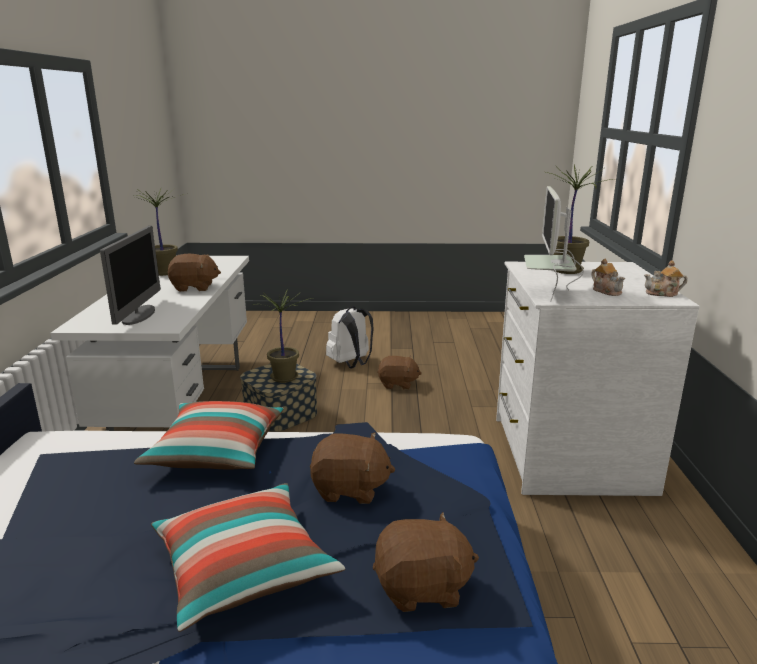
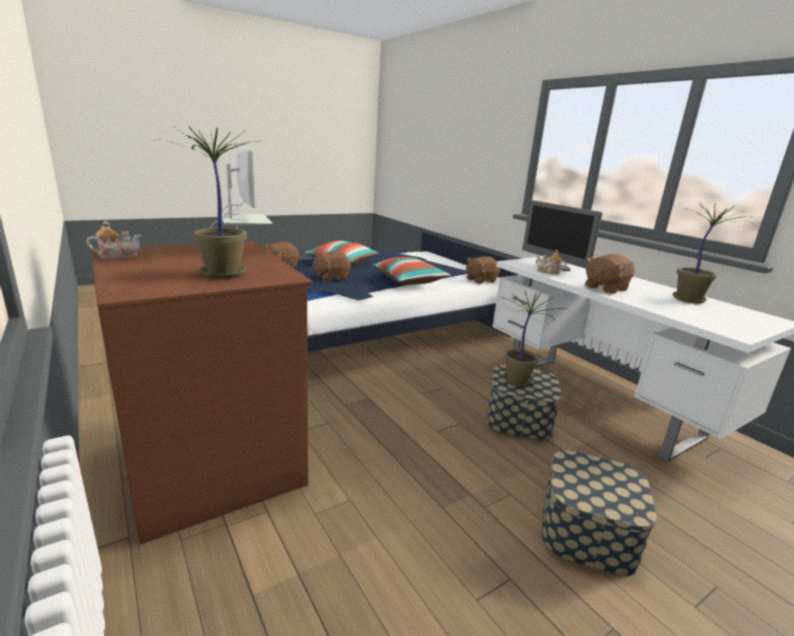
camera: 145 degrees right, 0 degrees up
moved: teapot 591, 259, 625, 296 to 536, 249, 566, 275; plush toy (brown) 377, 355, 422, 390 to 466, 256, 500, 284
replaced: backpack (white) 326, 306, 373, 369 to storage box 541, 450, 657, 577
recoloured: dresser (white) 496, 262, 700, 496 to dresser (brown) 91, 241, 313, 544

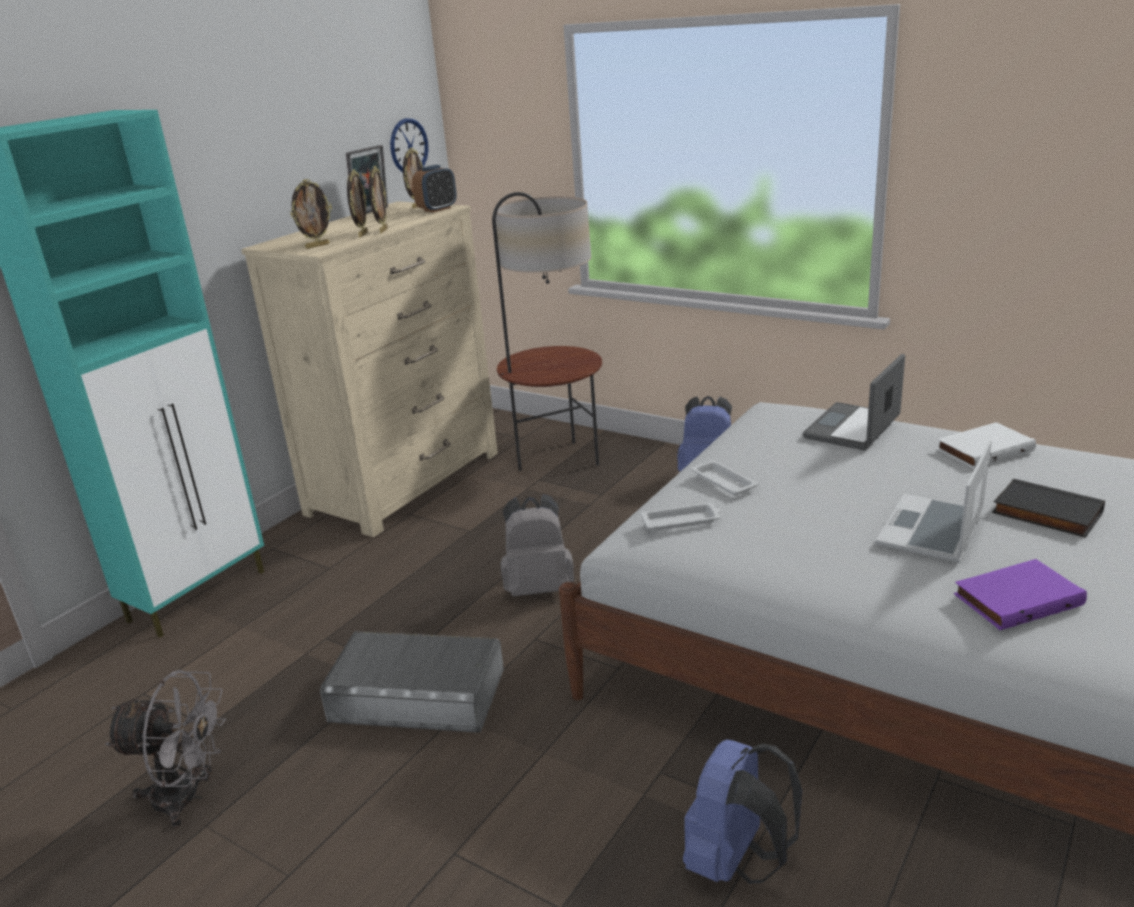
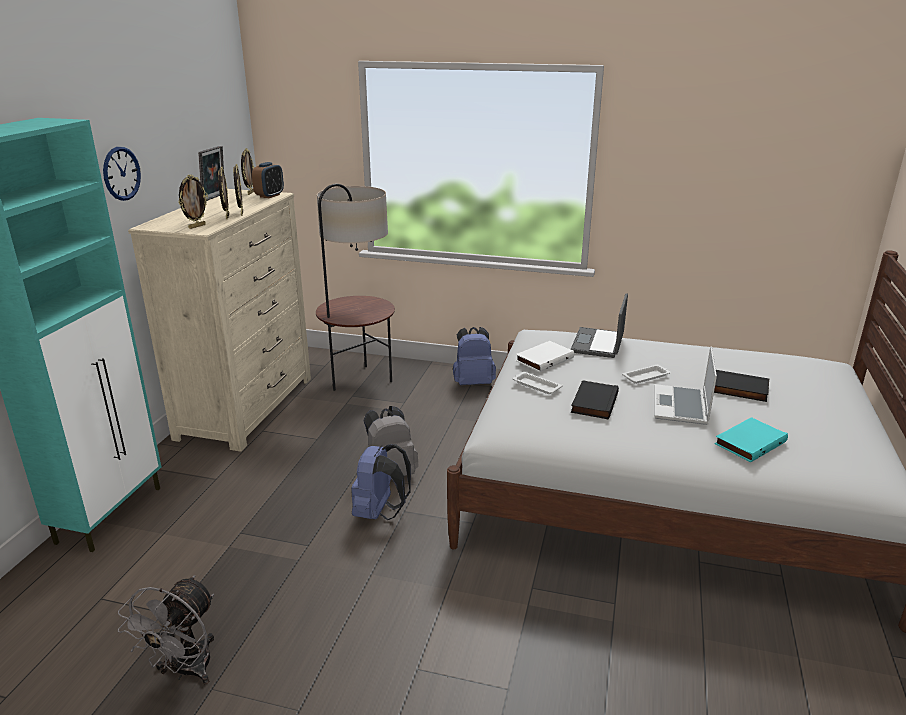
camera: 20 degrees left, 0 degrees up
removed: storage box (grey) 320, 631, 504, 733
added: book (black) 571, 380, 619, 419
moved: wall clock 390, 118, 428, 172 to 103, 147, 141, 201; book (white) 936, 422, 1036, 469 to 516, 341, 574, 372; tray (white) 640, 503, 721, 531 to 622, 365, 671, 384; backpack (blue) 683, 739, 802, 884 to 351, 444, 411, 520
recoloured: book (purple) 954, 559, 1087, 630 to book (turquoise) 714, 417, 788, 463
turned: fan (grey) 105, 670, 226, 828 = 118, 575, 214, 684 120 degrees clockwise

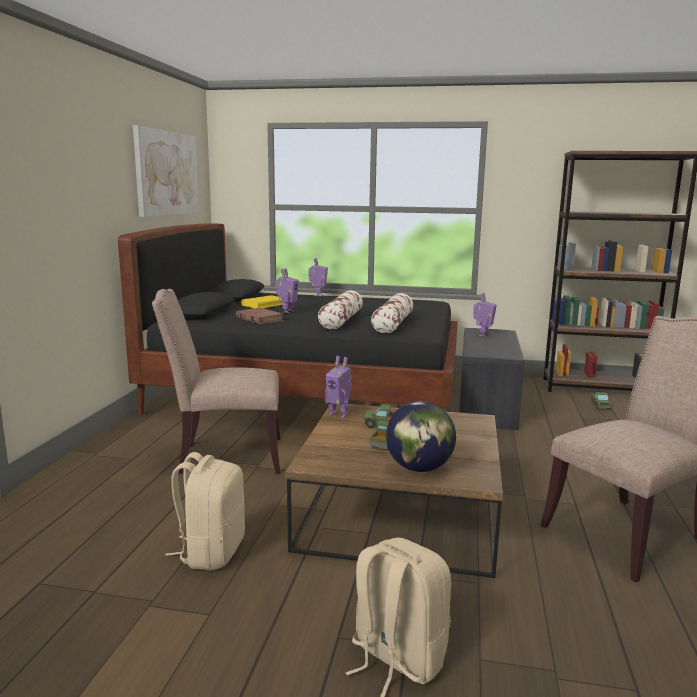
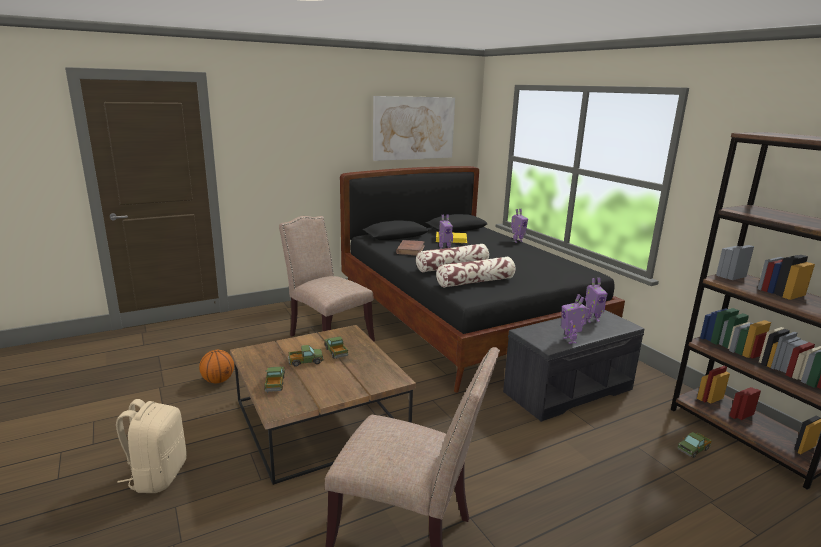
camera: 50 degrees right, 5 degrees up
moved: toy robot 325, 356, 352, 418 to 561, 294, 589, 344
replaced: globe 386, 401, 456, 472 to toy truck 264, 367, 285, 393; backpack (beige) 165, 452, 245, 570 to basketball 199, 350, 234, 384

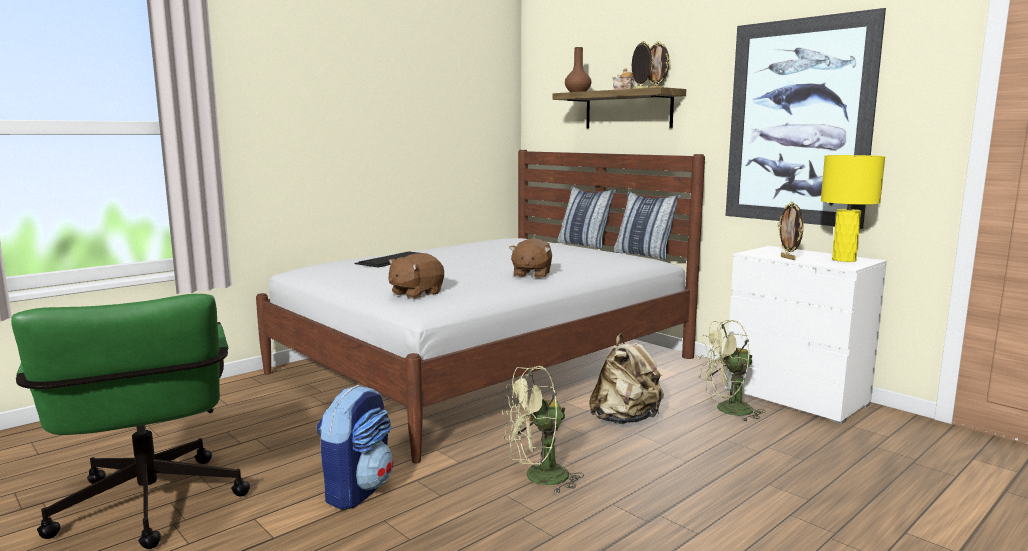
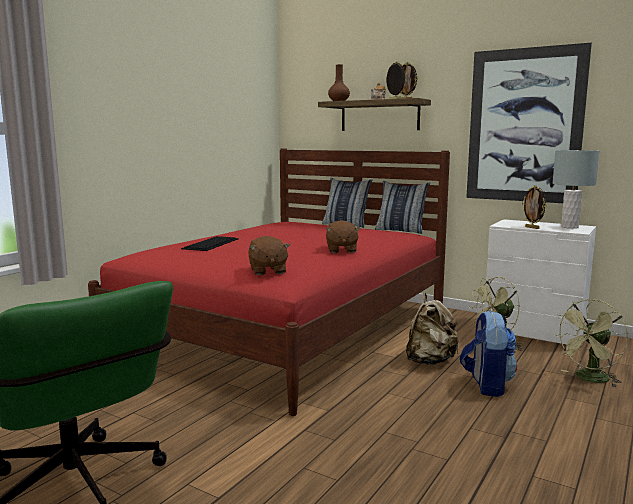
camera: 15 degrees left, 0 degrees up
moved: fan (green) 502, 366, 584, 494 to 553, 299, 628, 387; backpack 316, 385, 393, 510 to 460, 311, 517, 397
recoloured: bed (white) 256, 150, 705, 464 to bed (red) 88, 148, 450, 416; table lamp (yellow) 821, 155, 885, 262 to table lamp (grey) 552, 150, 599, 229
turned: plush toy (brown) 388, 253, 444, 299 = 248, 236, 290, 275 45 degrees counterclockwise

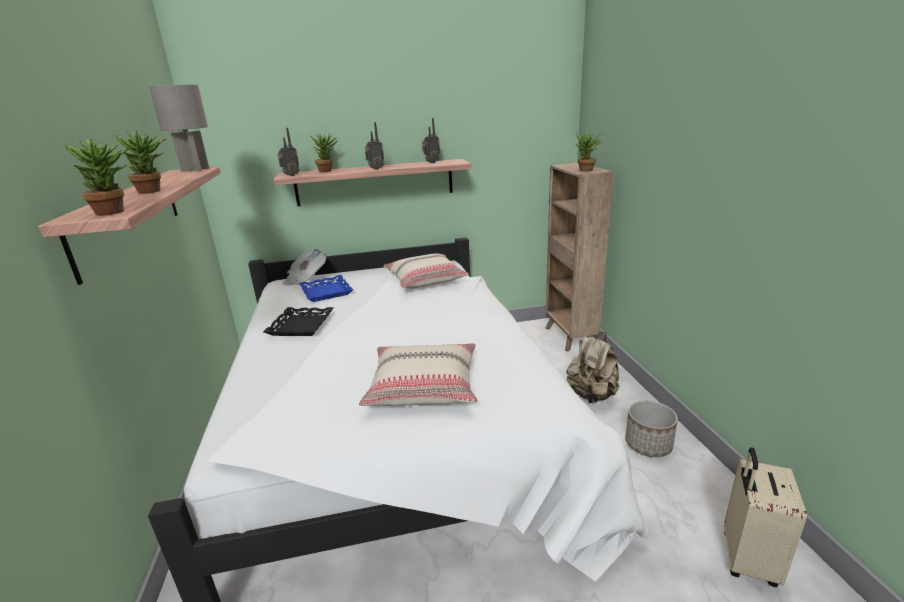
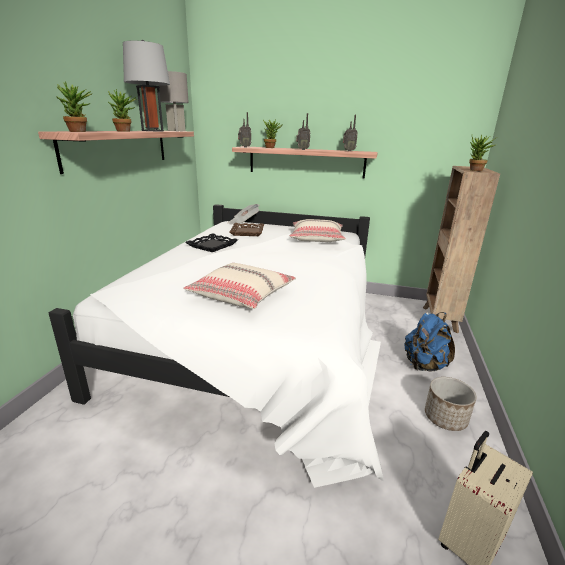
camera: 25 degrees right, 0 degrees up
added: table lamp (grey) 123, 40, 170, 132
recoloured: tray (blue) 299, 275, 353, 302 to tray (brown) 229, 223, 264, 236; backpack (beige) 566, 332, 619, 403 to backpack (blue) 404, 312, 455, 372

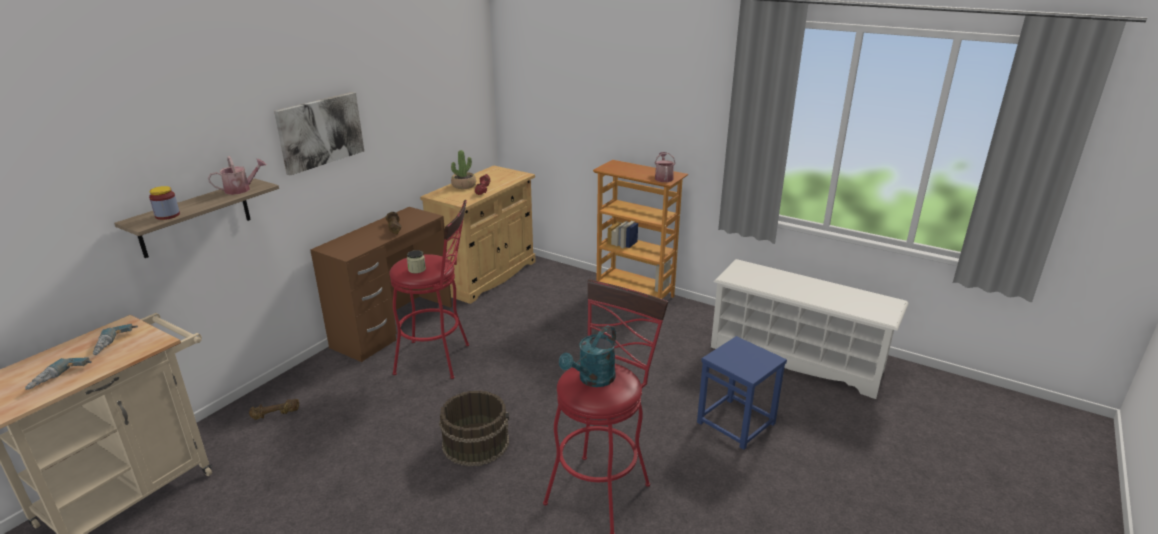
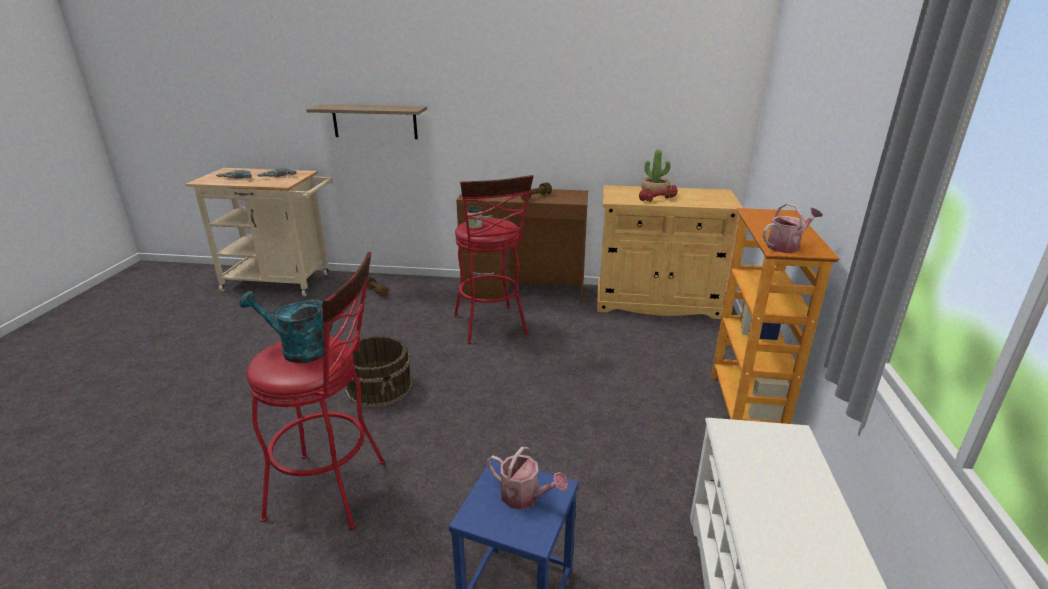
camera: 65 degrees right, 0 degrees up
removed: picture 274, 92, 364, 175; jar 149, 186, 180, 220
moved: watering can 208, 156, 267, 195 to 487, 447, 568, 509

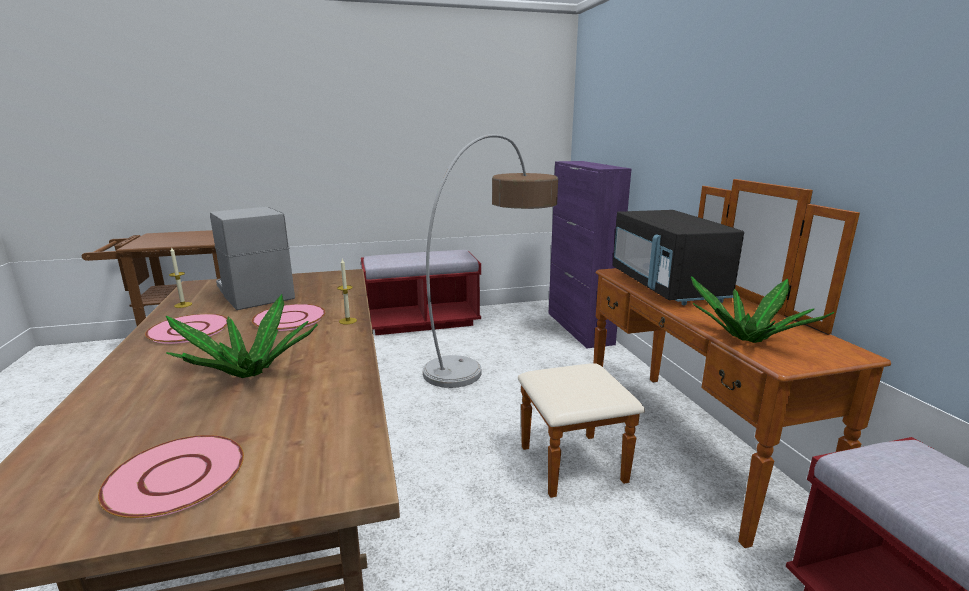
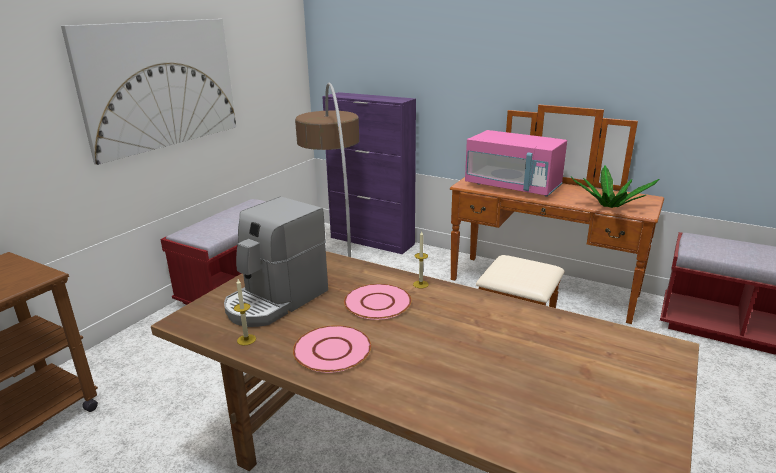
camera: 45 degrees left, 5 degrees up
removed: potted plant 166, 294, 317, 378; plate (pink) 98, 435, 244, 519
added: picture 61, 19, 236, 165
recoloured: microwave (black) 613, 210, 744, 305 to microwave (pink) 465, 130, 567, 197
turned: coffee machine 210, 207, 295, 310 = 224, 197, 328, 327 60 degrees counterclockwise

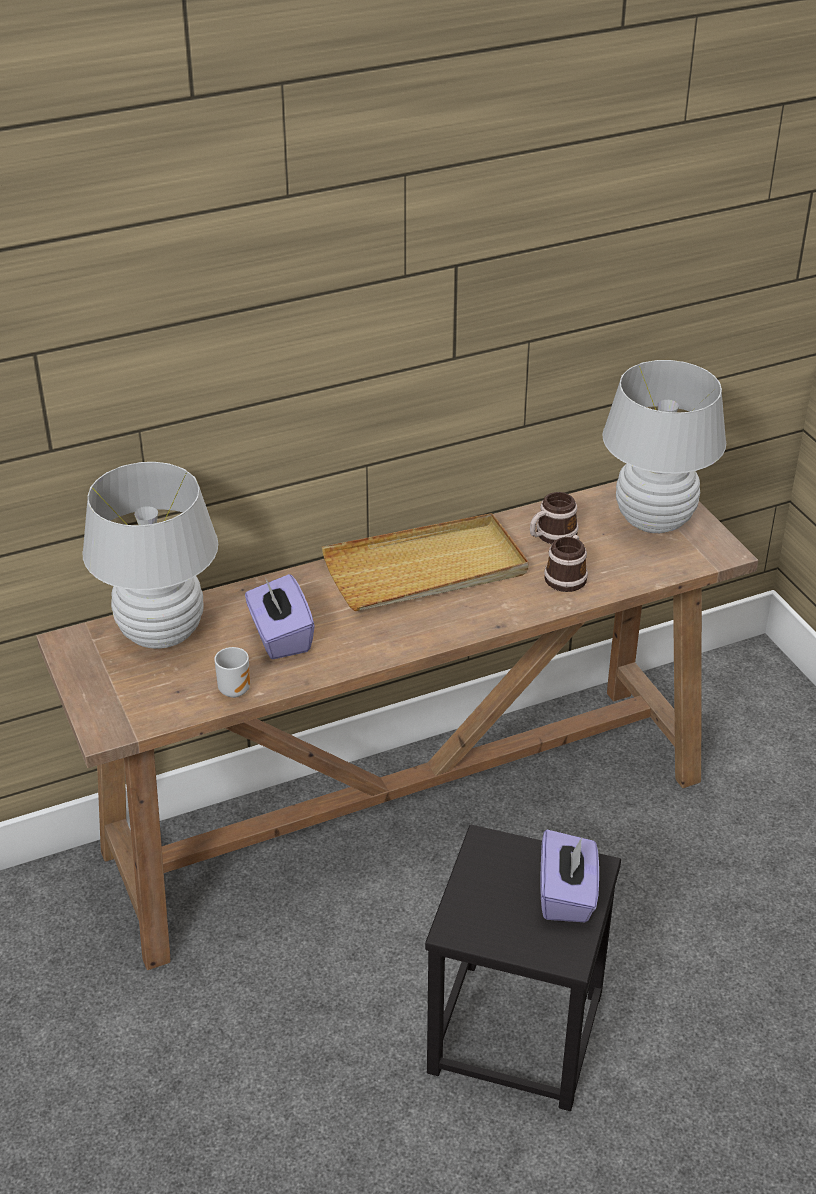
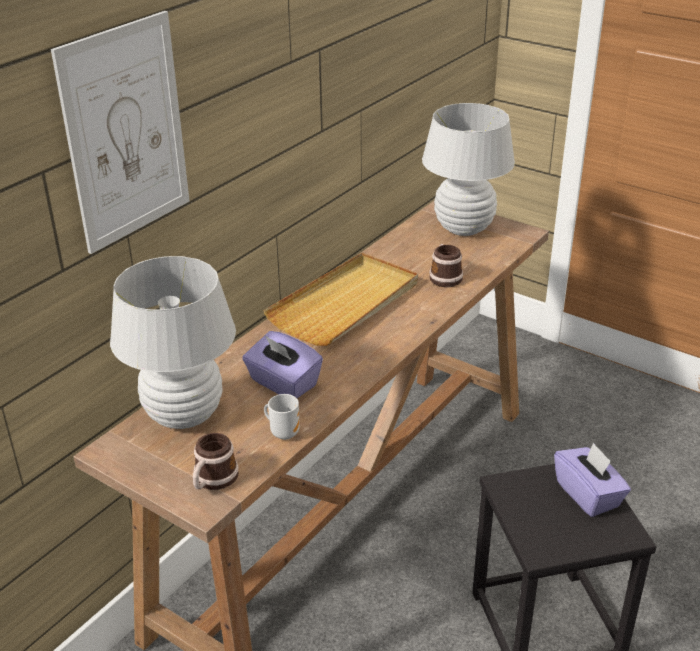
camera: 30 degrees left, 5 degrees down
added: picture 51, 11, 189, 254
moved: mug 530, 492, 579, 544 to 193, 433, 239, 490

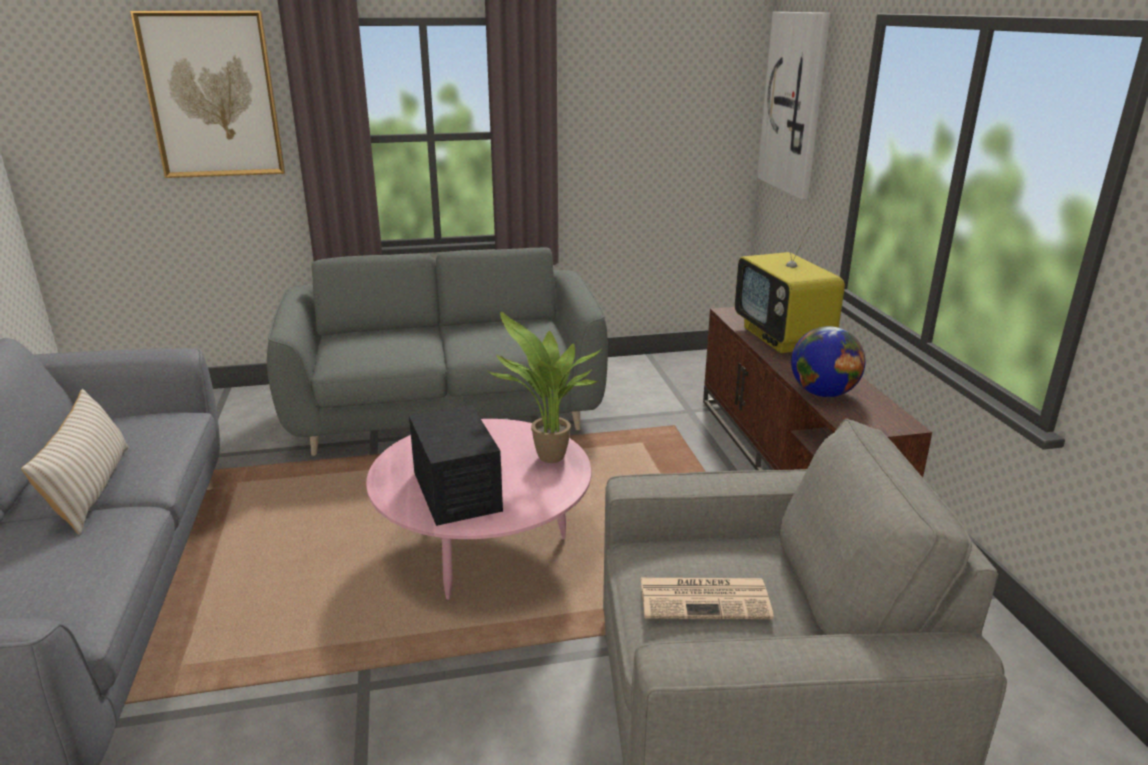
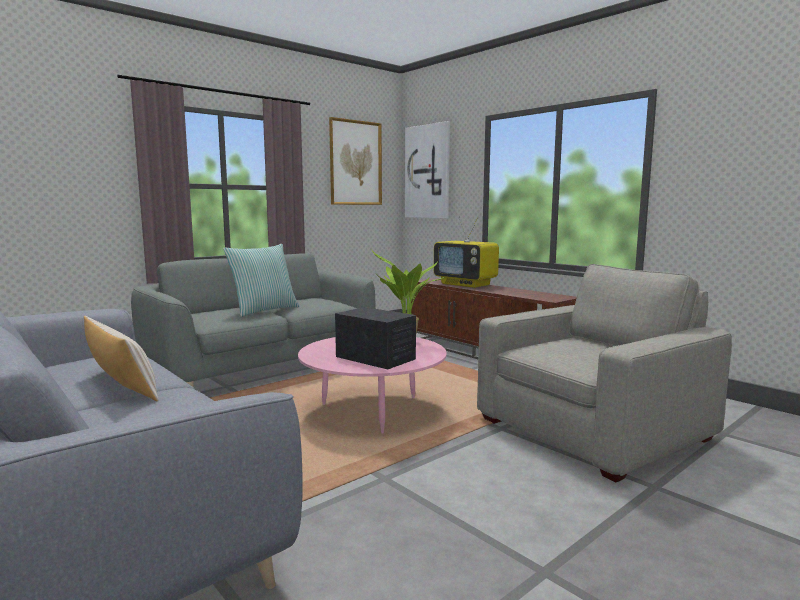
camera: 30 degrees left, 15 degrees down
removed: globe 791, 326, 865, 397; newspaper 641, 578, 774, 619
added: pillow 223, 244, 299, 317
moved: picture 130, 11, 285, 178 to 329, 117, 382, 205

